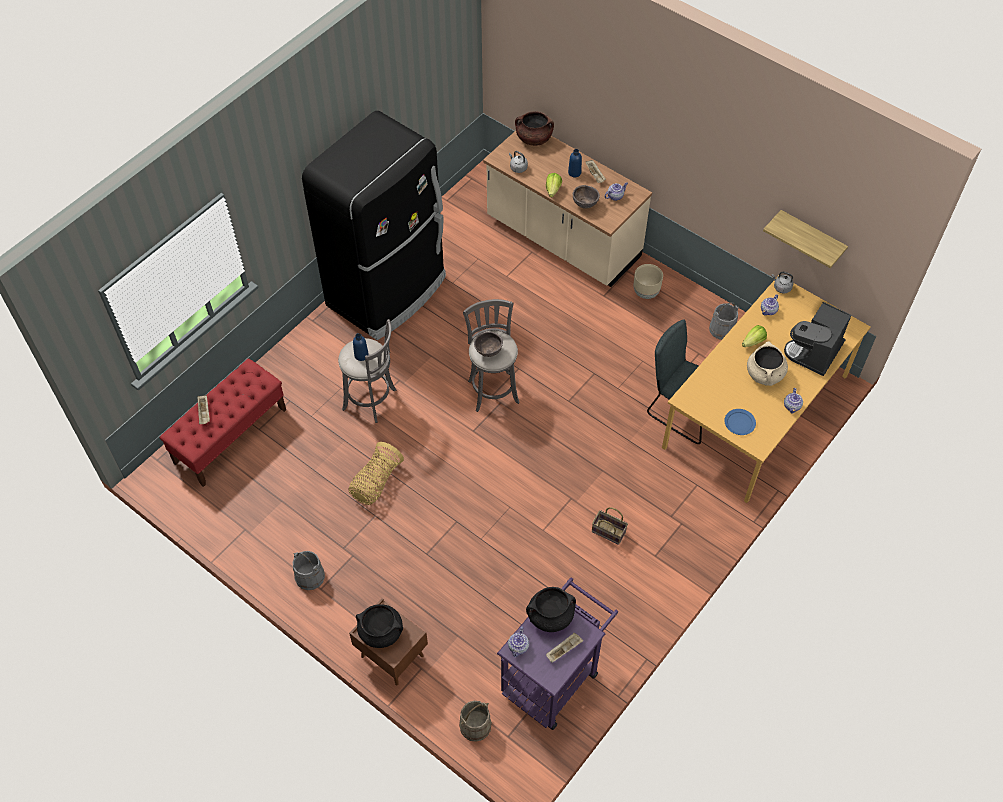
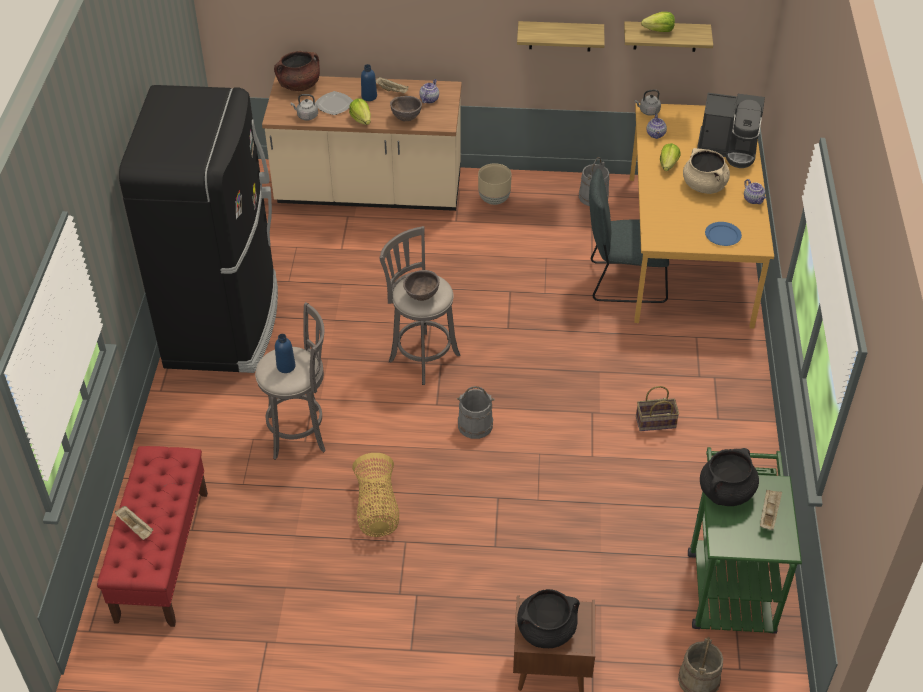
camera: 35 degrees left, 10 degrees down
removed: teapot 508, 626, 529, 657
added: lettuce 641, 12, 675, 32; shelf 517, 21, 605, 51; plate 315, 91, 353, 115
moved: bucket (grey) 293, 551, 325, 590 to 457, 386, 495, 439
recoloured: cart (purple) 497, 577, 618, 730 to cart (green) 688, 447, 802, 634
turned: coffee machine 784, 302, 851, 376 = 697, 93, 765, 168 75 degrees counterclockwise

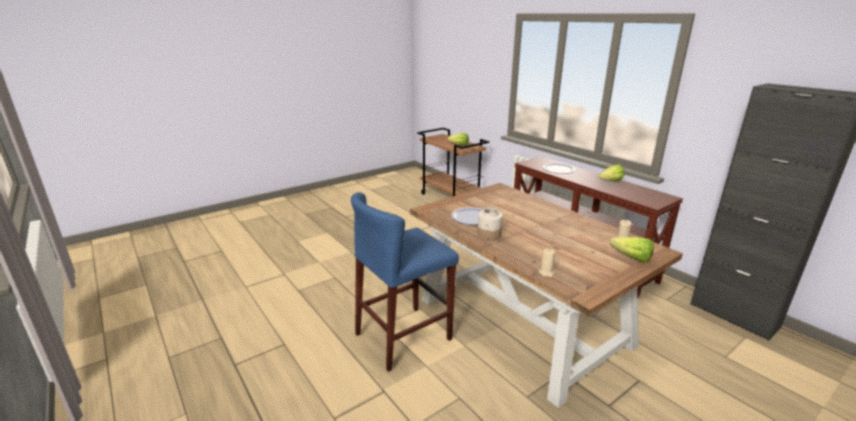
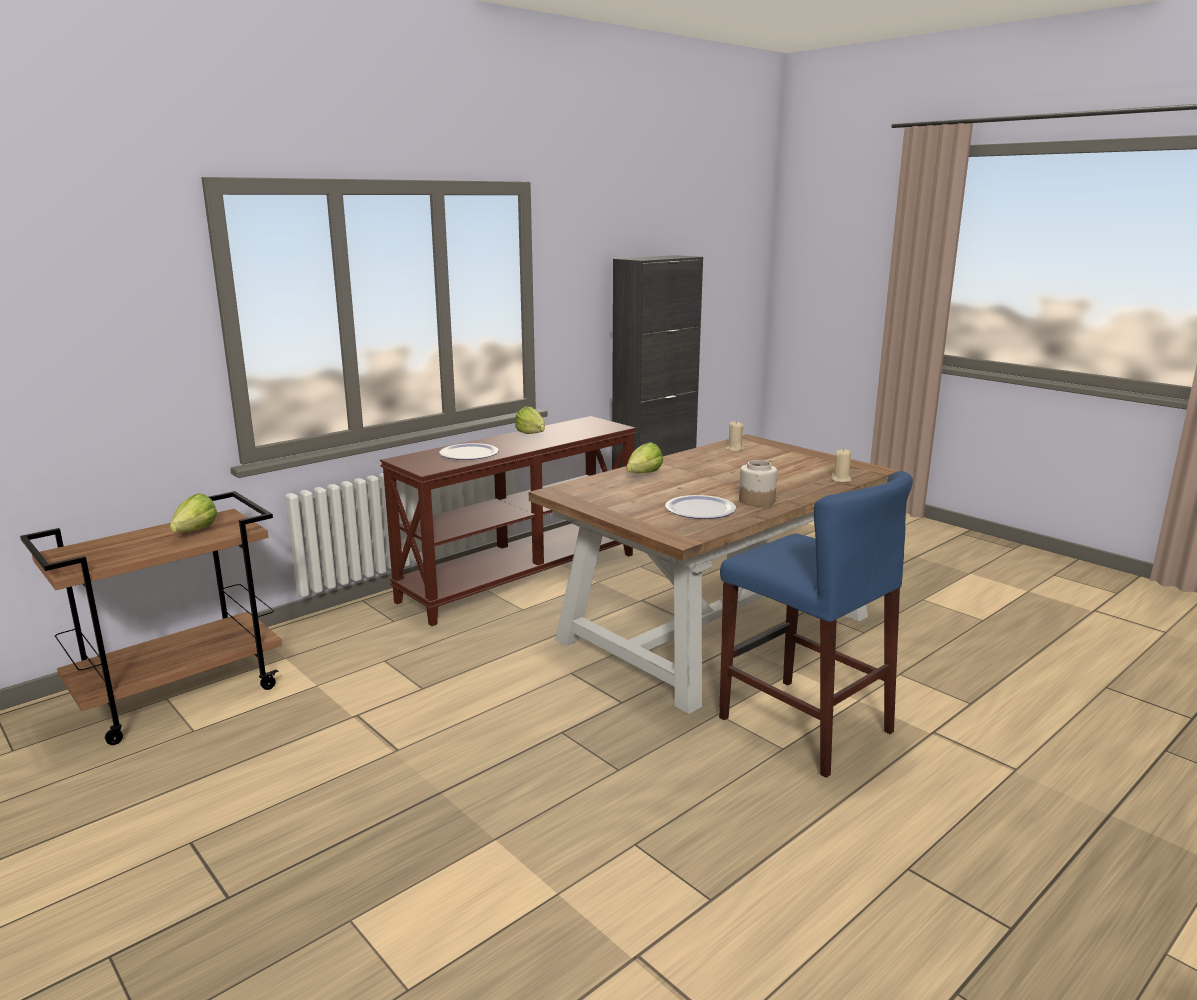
camera: 95 degrees left, 5 degrees down
moved: lettuce 610, 237, 654, 263 to 626, 442, 663, 473

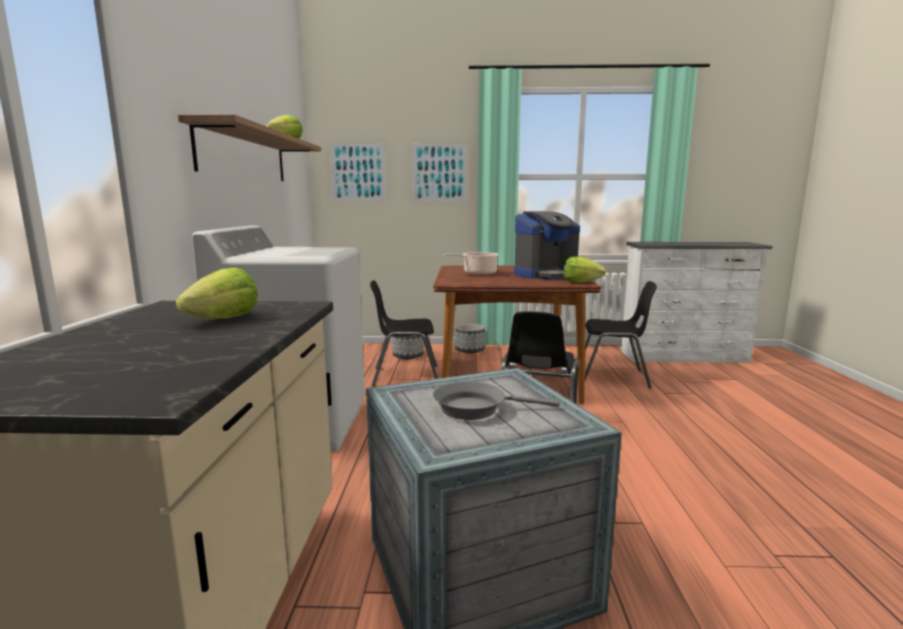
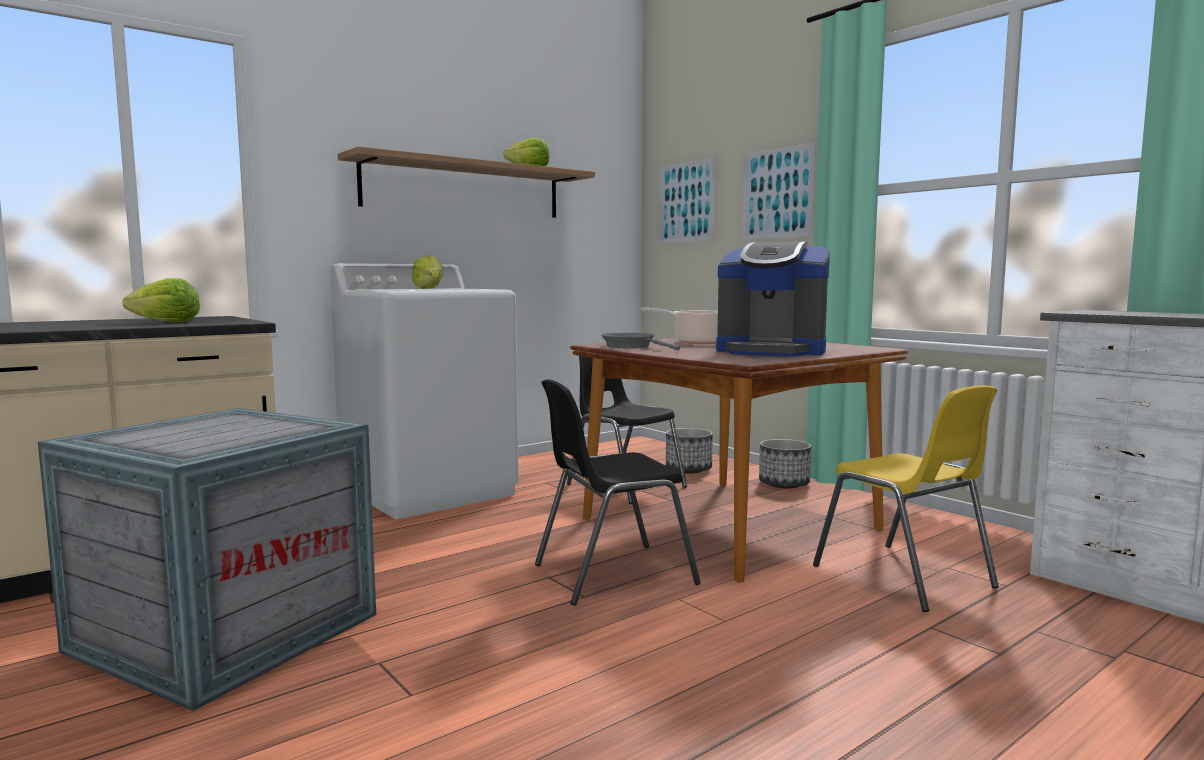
camera: 50 degrees right, 5 degrees down
moved: lettuce 563, 256, 606, 283 to 412, 256, 444, 289; frying pan (grey) 433, 382, 559, 420 to 600, 333, 680, 350
recoloured: chair (black) 585, 281, 657, 389 to chair (yellow) 813, 385, 999, 612

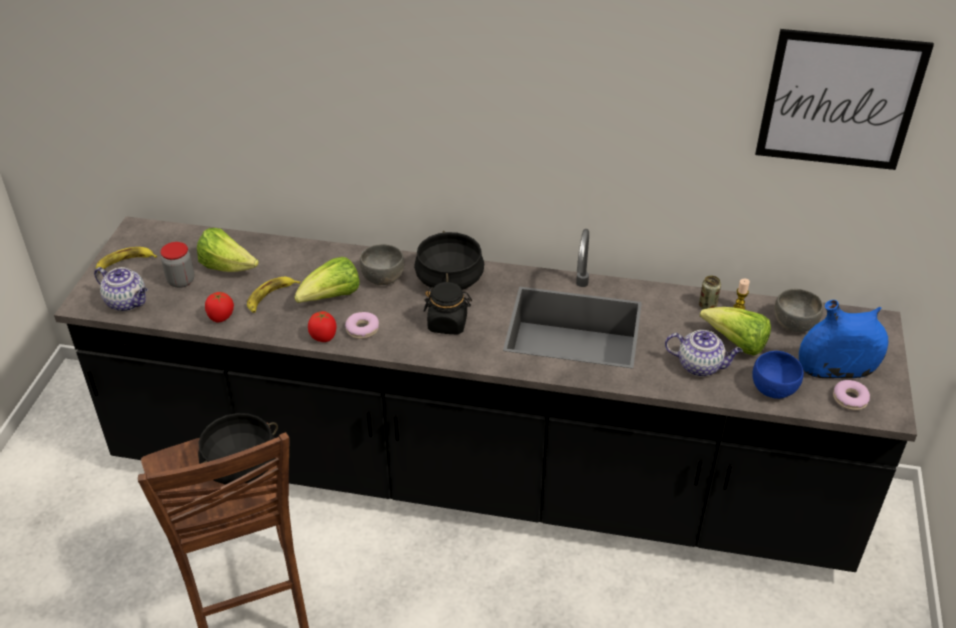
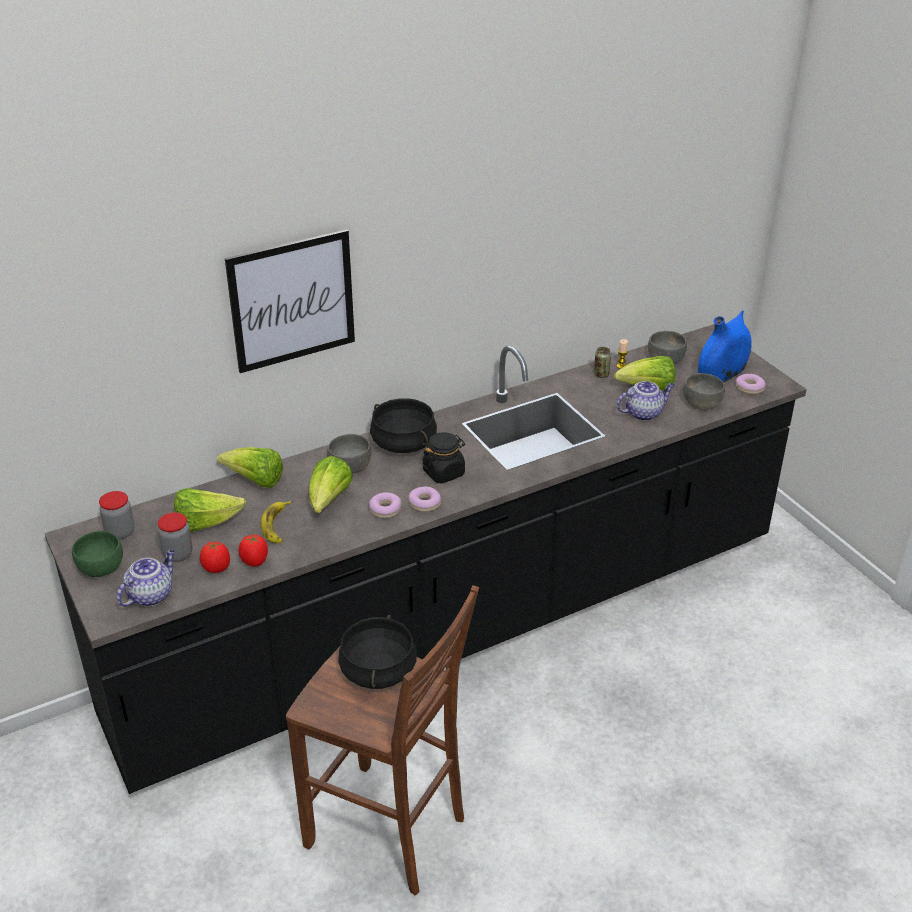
camera: 40 degrees left, 5 degrees down
added: lettuce 217, 447, 283, 488; donut 408, 487, 441, 512; jar 99, 491, 135, 539
moved: picture 755, 29, 934, 170 to 225, 229, 355, 373; tomato 308, 311, 336, 342 to 200, 541, 230, 573
replaced: banana 96, 247, 157, 273 to bowl (green) 72, 531, 123, 577
recoloured: bowl (blue) 752, 351, 804, 399 to bowl (grey) 683, 373, 725, 410
turned: teapot 94, 267, 148, 311 = 116, 549, 175, 606 45 degrees counterclockwise

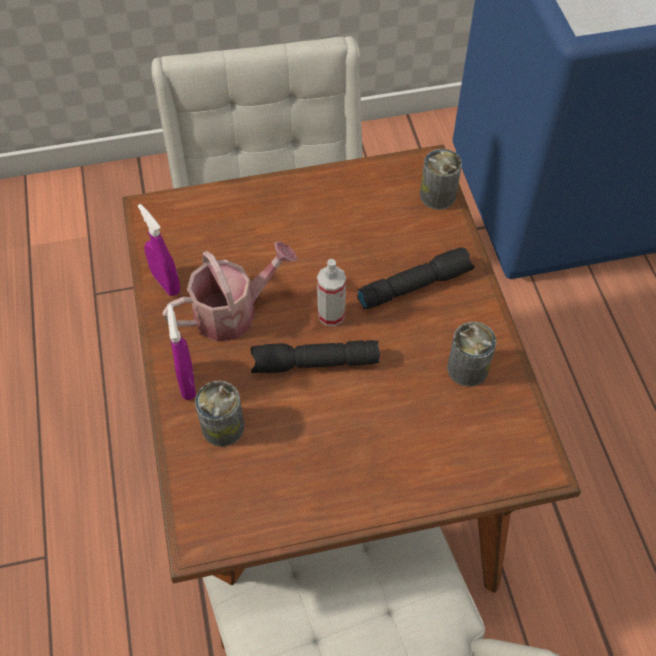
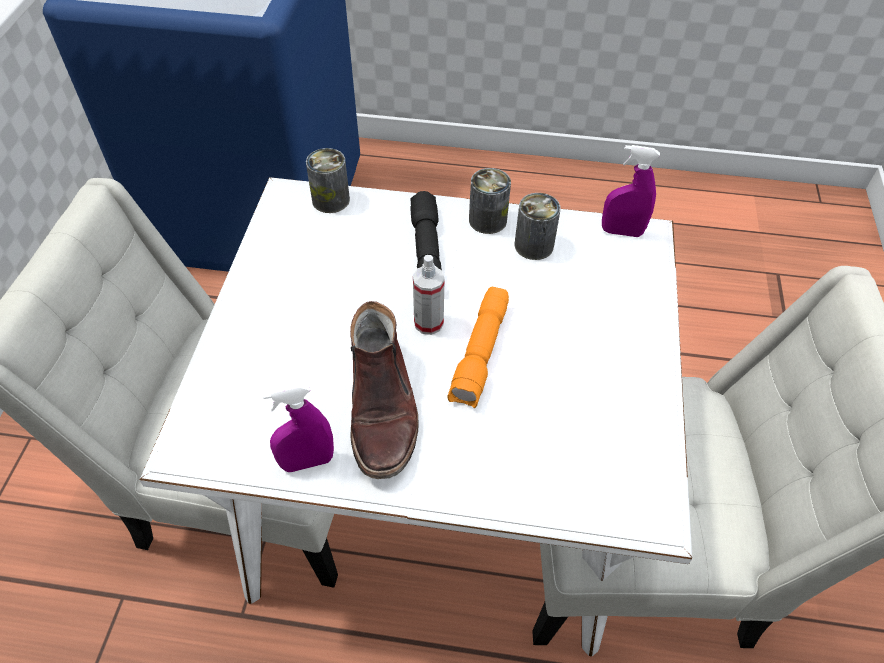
camera: 70 degrees left, 5 degrees down
moved: spray bottle (purple) 167, 305, 196, 400 to 602, 145, 660, 237; can 195, 381, 244, 447 to 469, 168, 511, 234
replaced: watering can 162, 241, 298, 342 to boot (brown) 350, 301, 419, 479
recoloured: dining table (brown) 122, 145, 581, 649 to dining table (white) 140, 177, 692, 656; flashlight (black) 251, 340, 380, 373 to flashlight (orange) 447, 287, 509, 408

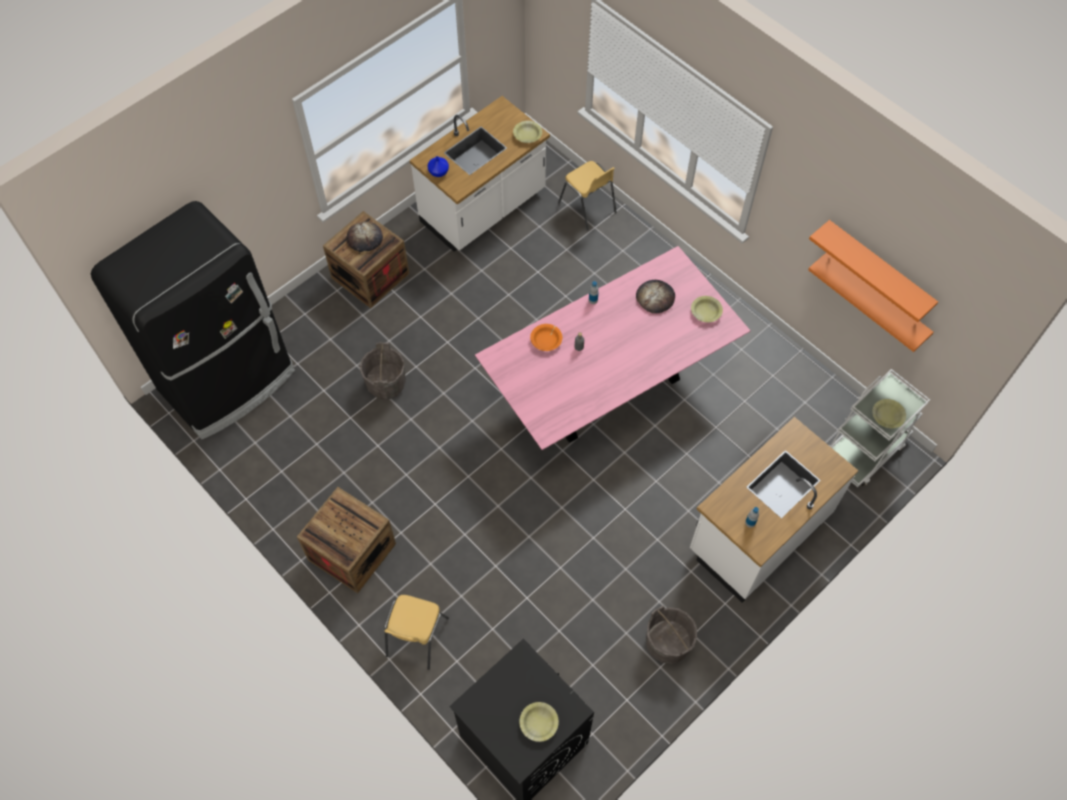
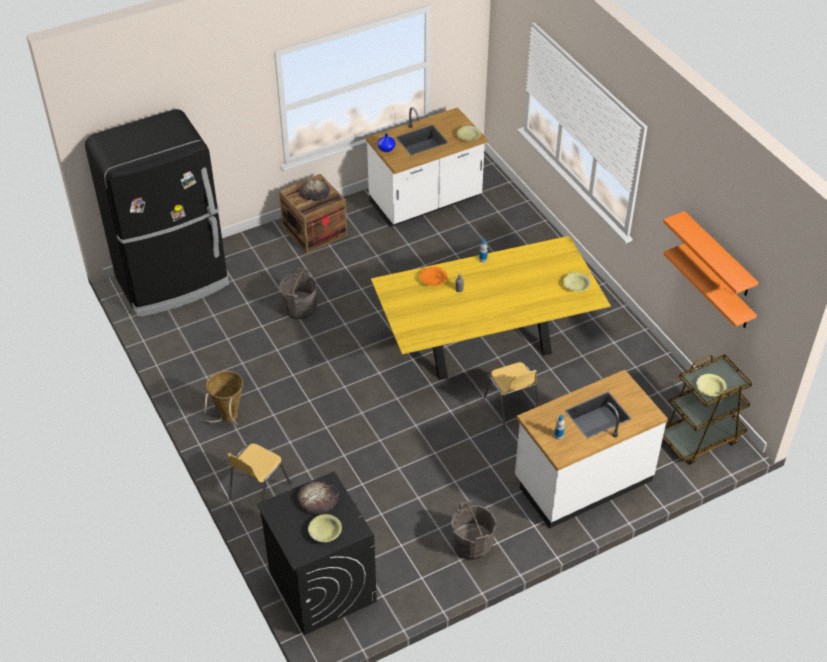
camera: 15 degrees right, 15 degrees down
moved: chair (yellow) 558, 161, 617, 231 to 484, 362, 538, 430; bread 636, 280, 675, 313 to 298, 480, 339, 515
replaced: crate 297, 487, 396, 593 to basket 204, 371, 243, 425
recoloured: dining table (pink) 475, 246, 751, 450 to dining table (yellow) 371, 236, 611, 380; cart (white) 829, 369, 930, 487 to cart (brown) 663, 354, 752, 465

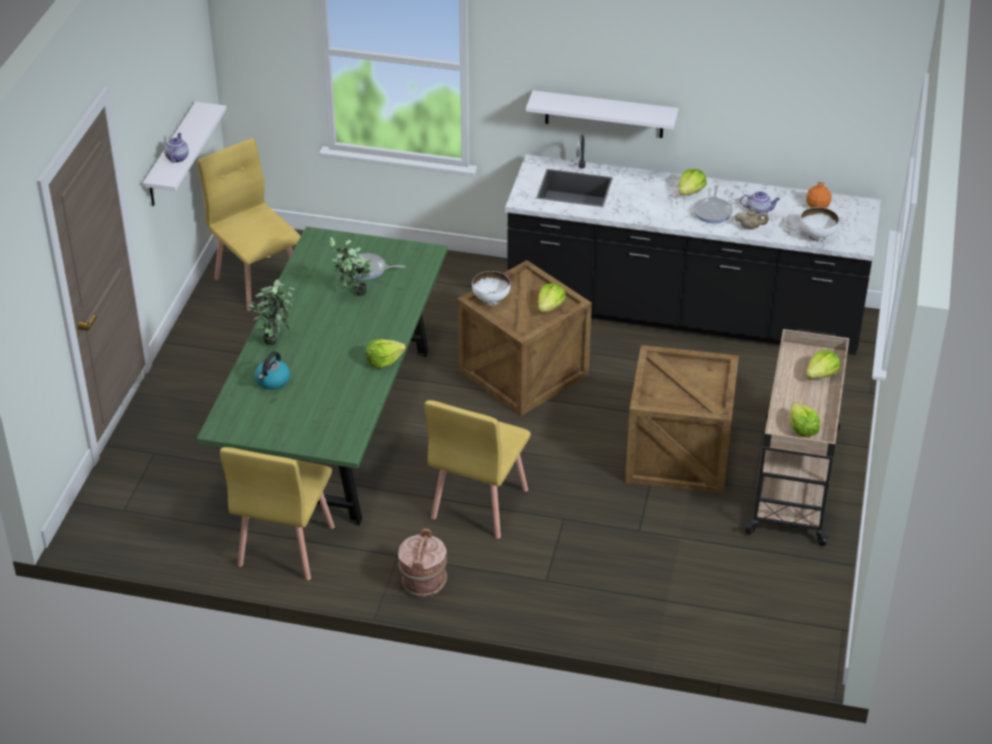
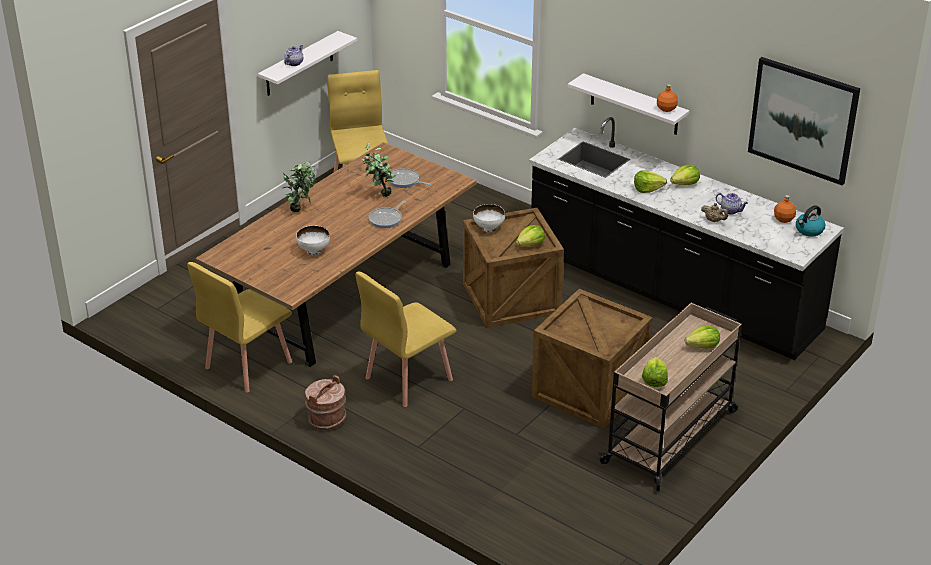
camera: 25 degrees right, 5 degrees down
added: picture 748, 57, 860, 185; bottle (orange) 657, 84, 678, 112
moved: frying pan 693, 185, 733, 223 to 368, 200, 406, 228; bowl (white) 800, 207, 839, 242 to 296, 226, 330, 255; lettuce 365, 339, 406, 369 to 634, 170, 667, 193; kettle 255, 351, 290, 390 to 796, 205, 825, 237
recoloured: dining table (green) 197, 227, 448, 525 to dining table (brown) 196, 142, 477, 367

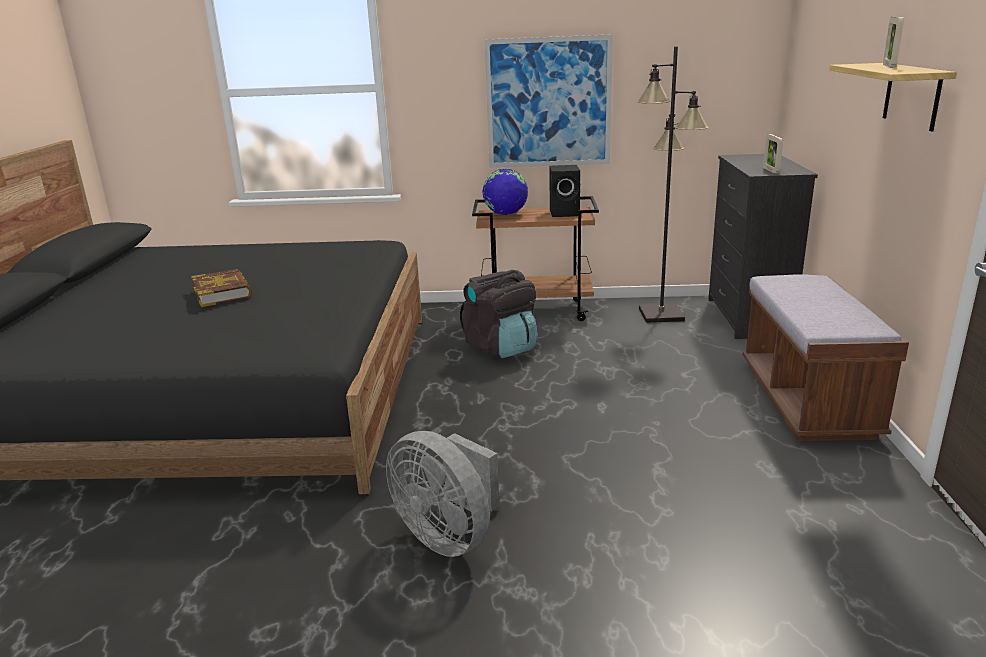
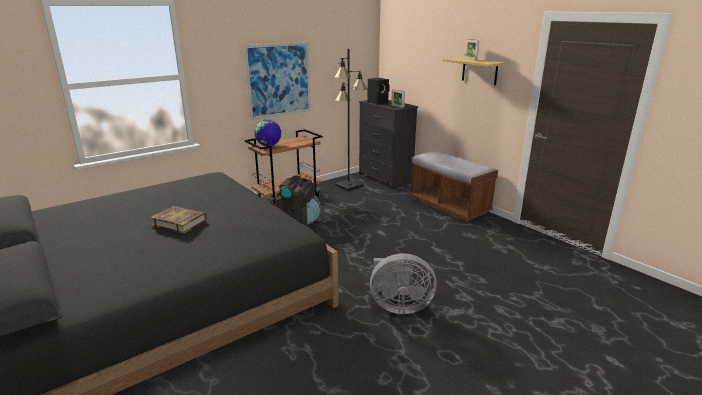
camera: 40 degrees left, 0 degrees up
moved: speaker (black) 549, 165, 580, 217 to 367, 78, 390, 105

